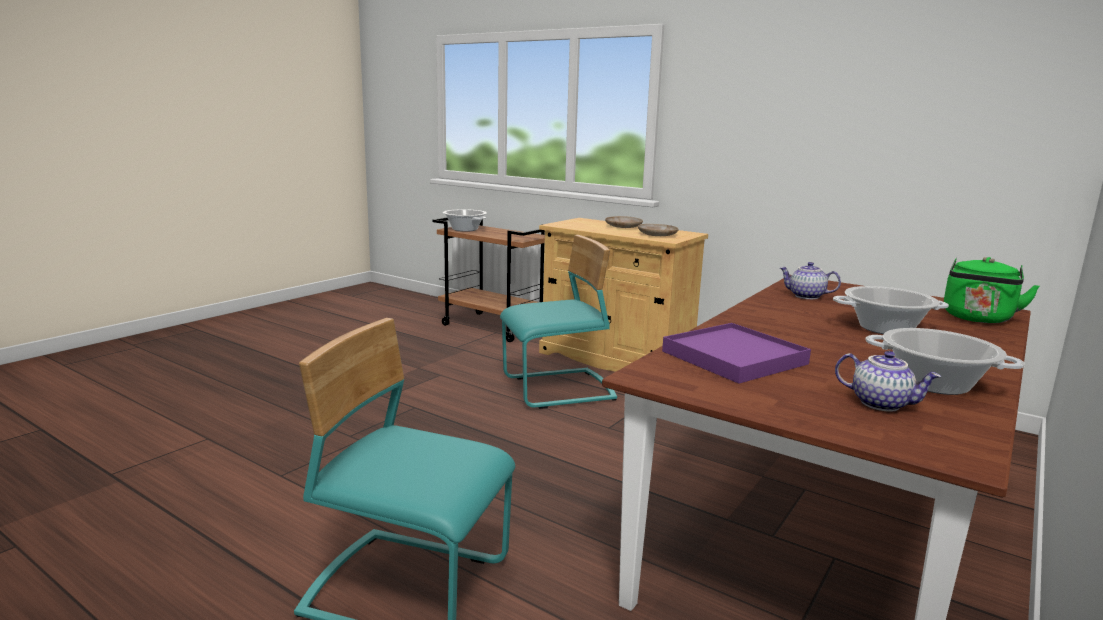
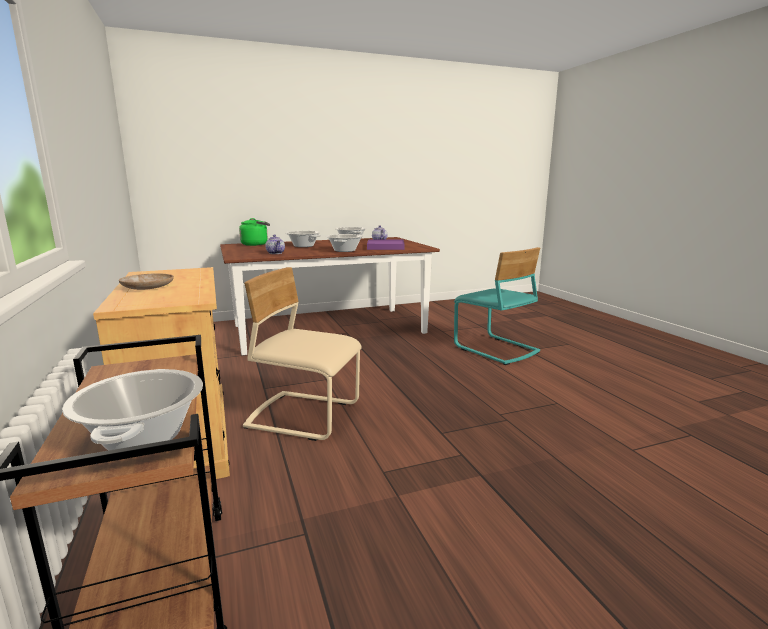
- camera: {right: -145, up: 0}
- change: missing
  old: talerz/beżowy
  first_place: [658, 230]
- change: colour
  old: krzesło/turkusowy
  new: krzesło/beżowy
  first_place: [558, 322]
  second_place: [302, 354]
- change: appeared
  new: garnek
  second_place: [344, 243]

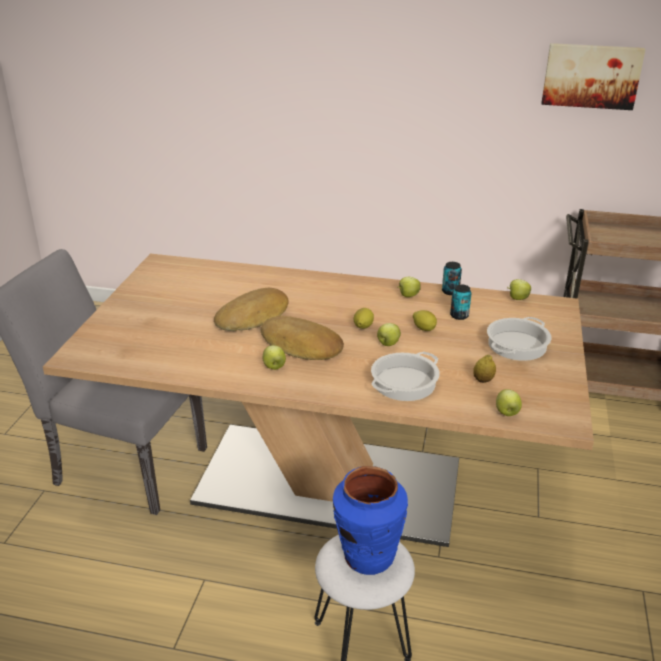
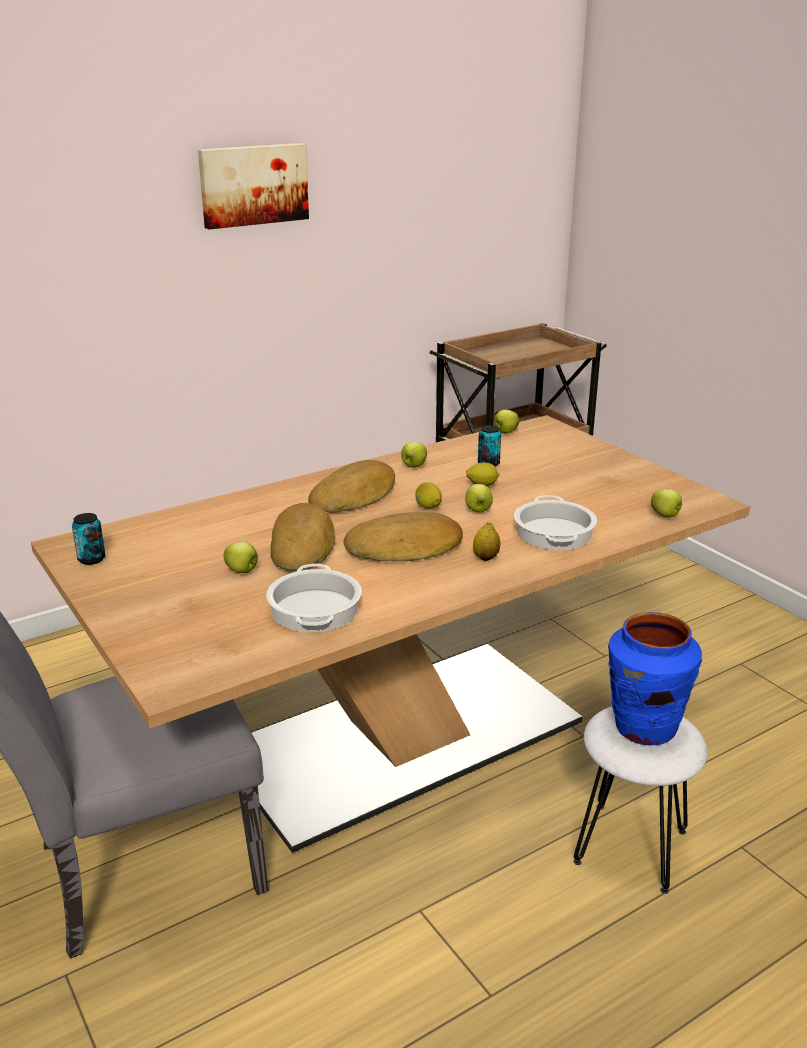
- camera: {right: -45, up: -5}
- change: relocated
  old: obraz
  first_place: [593, 76]
  second_place: [253, 186]
- change: relocated
  old: puszka
  first_place: [452, 278]
  second_place: [88, 539]
- change: relocated
  old: garnek
  first_place: [519, 339]
  second_place: [314, 598]
- change: relocated
  old: jabłko
  first_place: [274, 357]
  second_place: [240, 557]
- change: relocated
  old: cytryna
  first_place: [484, 369]
  second_place: [486, 541]
- change: appeared
  new: chleb
  second_place: [351, 486]

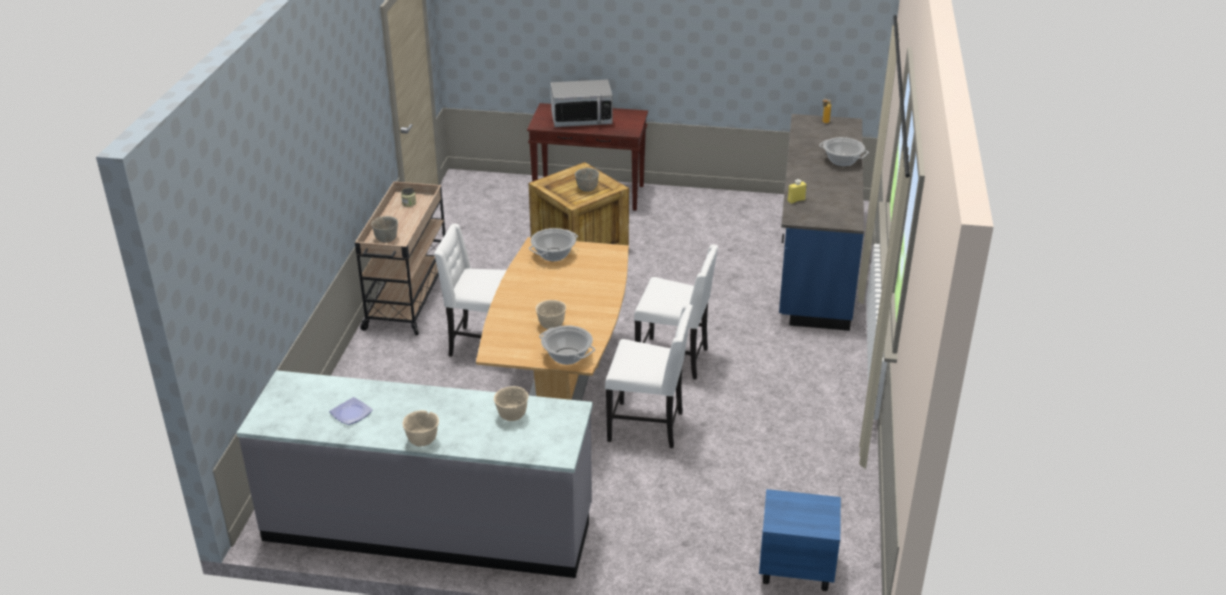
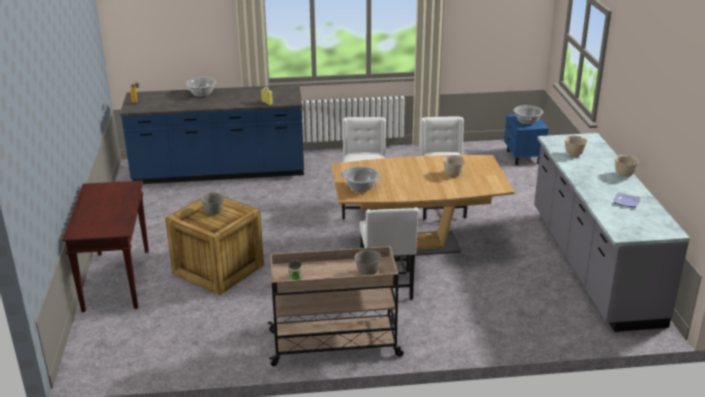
- camera: {right: -105, up: -5}
- change: missing
  old: mikrofalówka
  first_place: [582, 103]
- change: relocated
  old: garnek
  first_place: [567, 345]
  second_place: [528, 115]

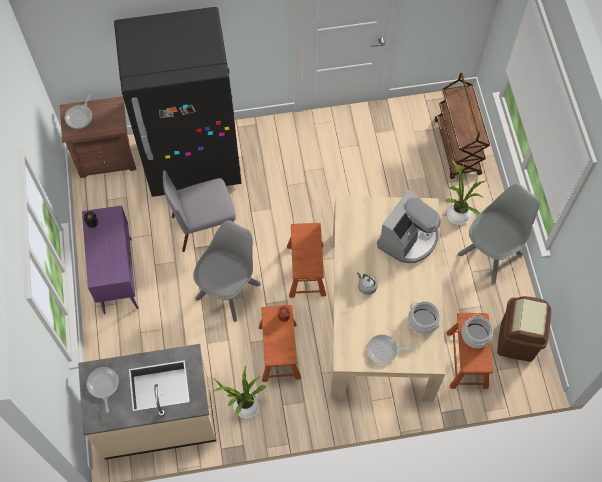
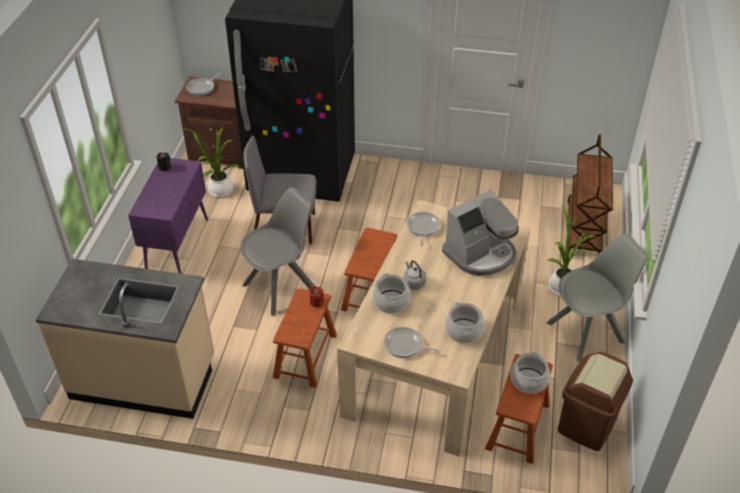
- camera: {right: 20, up: -20}
- change: relocated
  old: roślina doniczkowa
  first_place: [239, 392]
  second_place: [213, 162]
- change: relocated
  old: patelnia
  first_place: [103, 390]
  second_place: [423, 229]
- change: appeared
  new: garnek
  second_place: [391, 293]

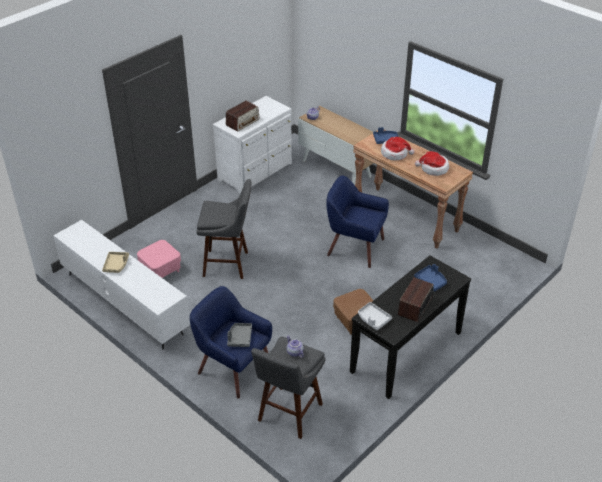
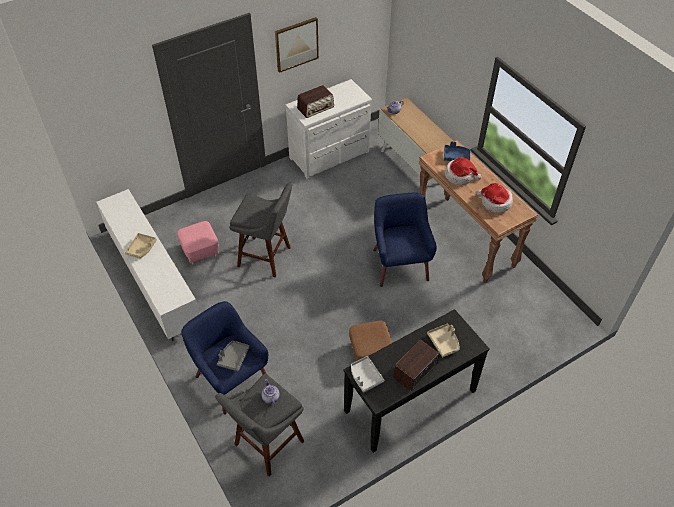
- camera: {right: 15, up: 10}
- change: spun
  old: fotel/niebieski
  first_place: [357, 221]
  second_place: [405, 240]
  degrees: 45
- change: colour
  old: taca/niebieski
  new: taca/beżowy
  first_place: [430, 277]
  second_place: [443, 340]
- change: appeared
  new: obraz
  second_place: [297, 45]

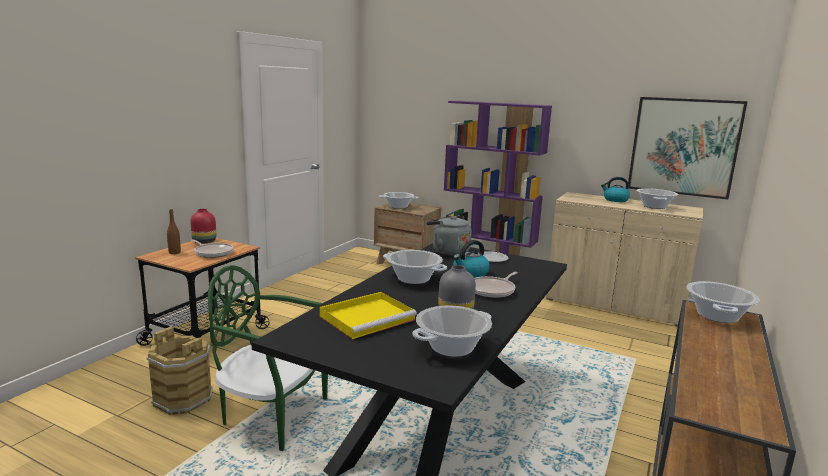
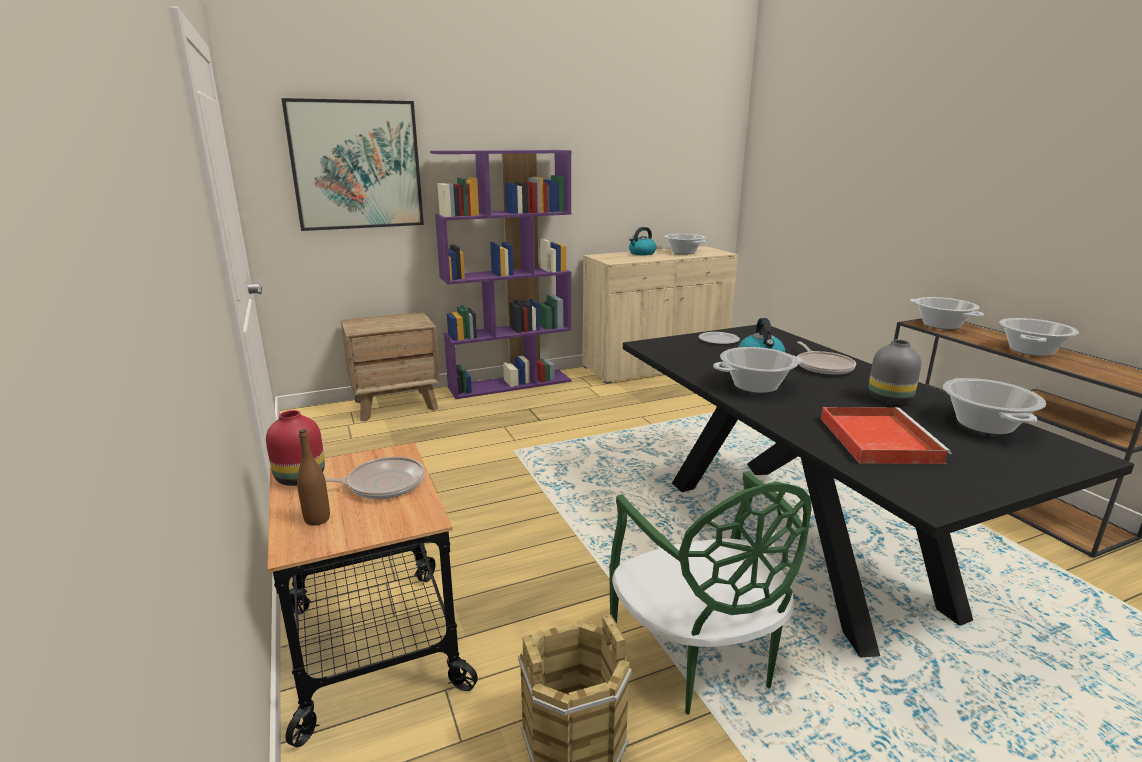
- camera: {right: -50, up: 5}
- change: relocated
  old: obraz
  first_place: [688, 148]
  second_place: [352, 164]
- change: relocated
  old: garnek
  first_place: [399, 200]
  second_place: [1039, 337]
- change: missing
  old: czajnik/szary
  first_place: [449, 236]
- change: spun
  old: krzesło/zielony
  first_place: [268, 358]
  second_place: [710, 593]
  degrees: -75
- change: colour
  old: taca/żółty
  new: taca/czerwony
  first_place: [368, 315]
  second_place: [886, 435]

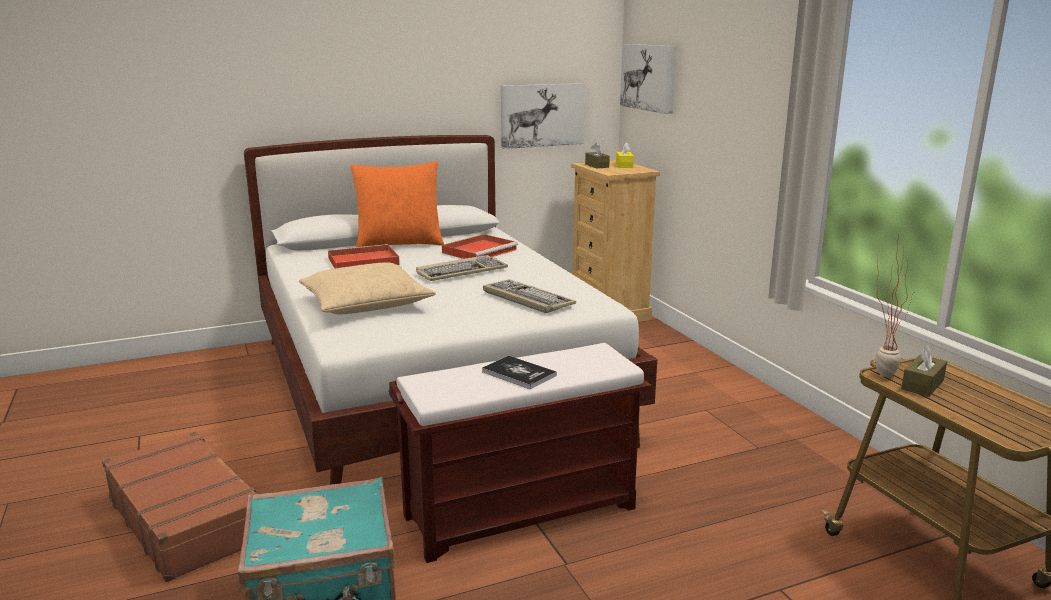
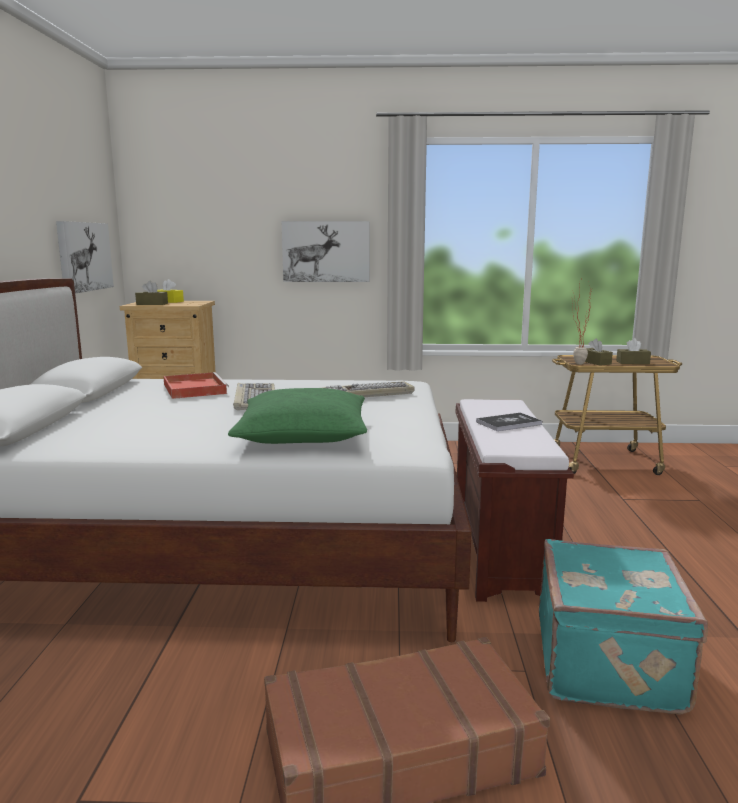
- camera: {right: -65, up: -5}
- change: relocated
  old: obraz
  first_place: [648, 79]
  second_place: [325, 251]
- change: missing
  old: poduszka/pomarańczowy
  first_place: [397, 204]
- change: missing
  old: taca/czerwony
  first_place: [364, 256]
- change: colour
  old: poduszka/beżowy
  new: poduszka/zielony
  first_place: [367, 288]
  second_place: [297, 416]
- change: appeared
  new: pudełko chusteczek/brązowy
  second_place: [633, 351]

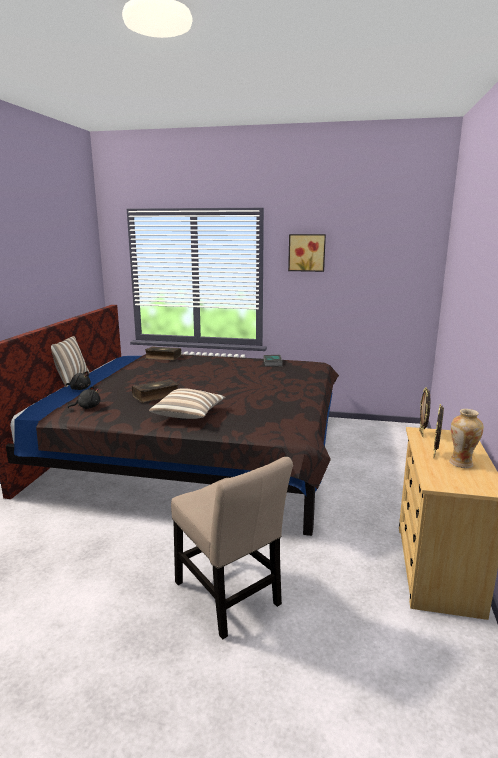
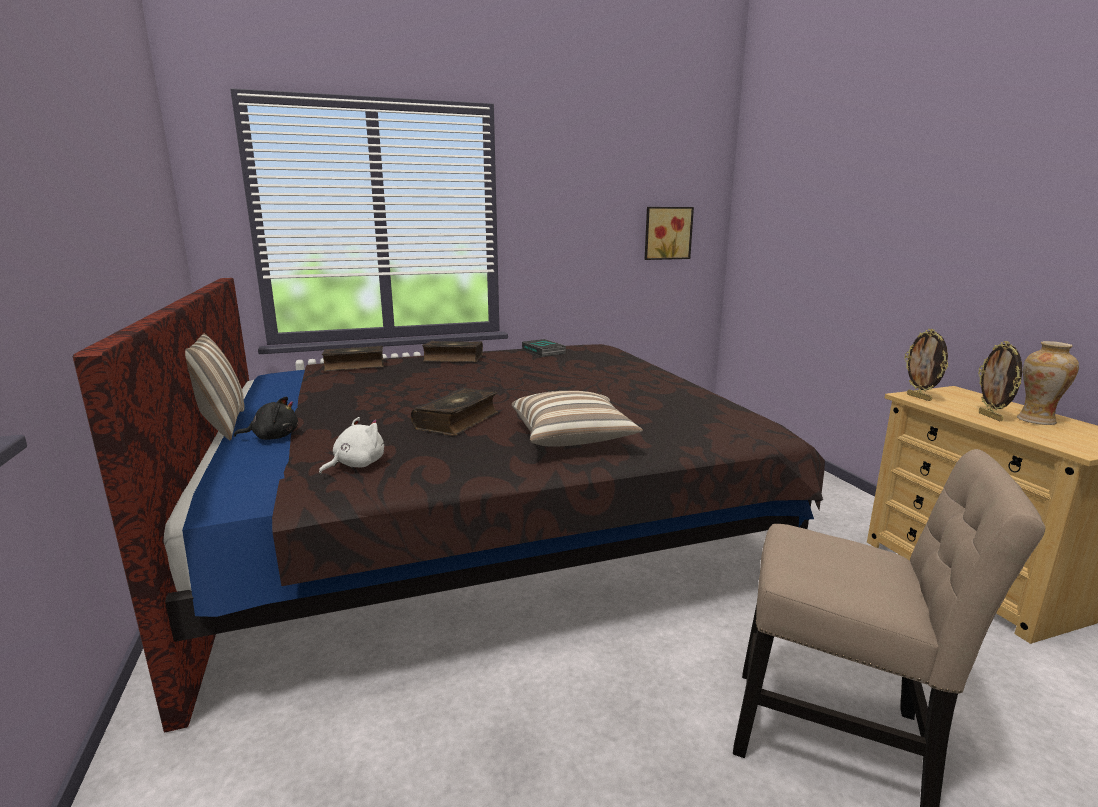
- camera: {right: -30, up: 0}
- change: relocated
  old: obraz
  first_place: [307, 253]
  second_place: [669, 233]
- change: colour
  old: pluszak/czarny
  new: pluszak/biały
  first_place: [84, 397]
  second_place: [351, 446]
- change: appeared
  new: książka
  second_place: [452, 351]

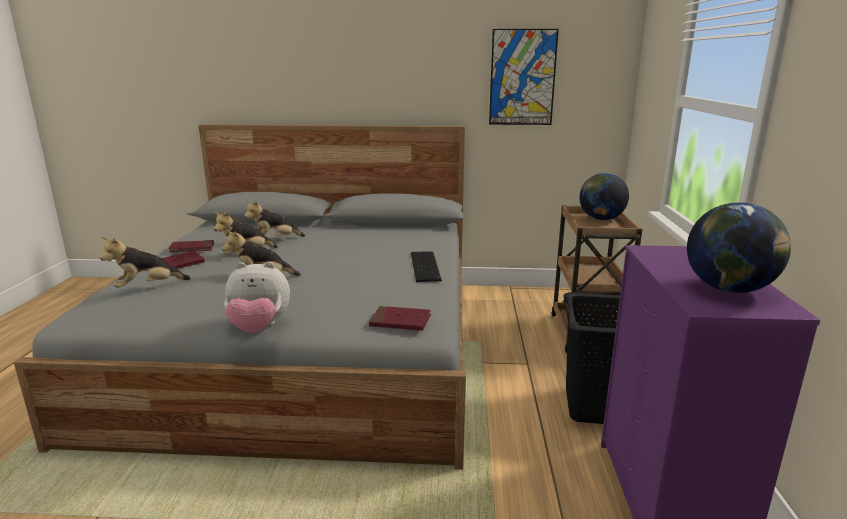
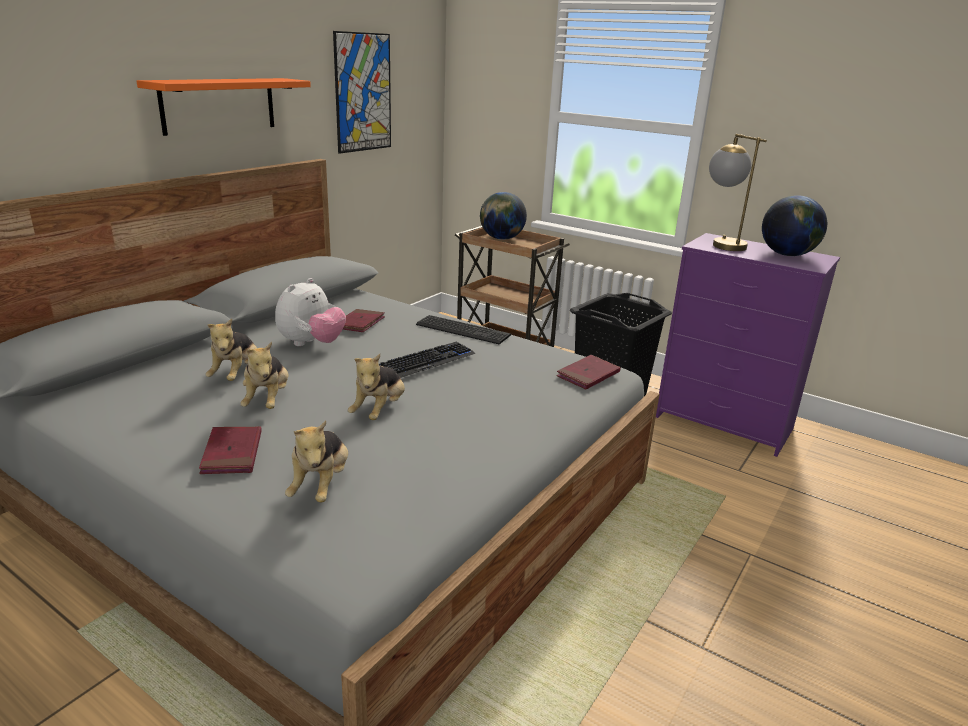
- camera: {right: -60, up: 5}
- change: relocated
  old: książka/czerwony
  first_place: [191, 246]
  second_place: [364, 320]
- change: relocated
  old: pluszak
  first_place: [257, 297]
  second_place: [310, 312]
- change: appeared
  new: półka/pomarańczowy
  second_place: [224, 107]
- change: appeared
  new: lampa stołowa
  second_place: [738, 192]
- change: appeared
  new: klawiatura
  second_place: [427, 360]

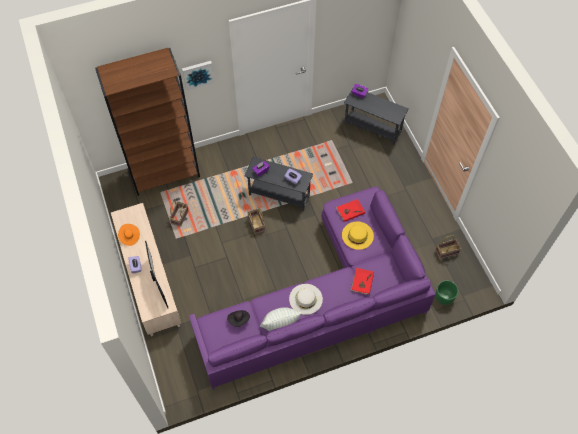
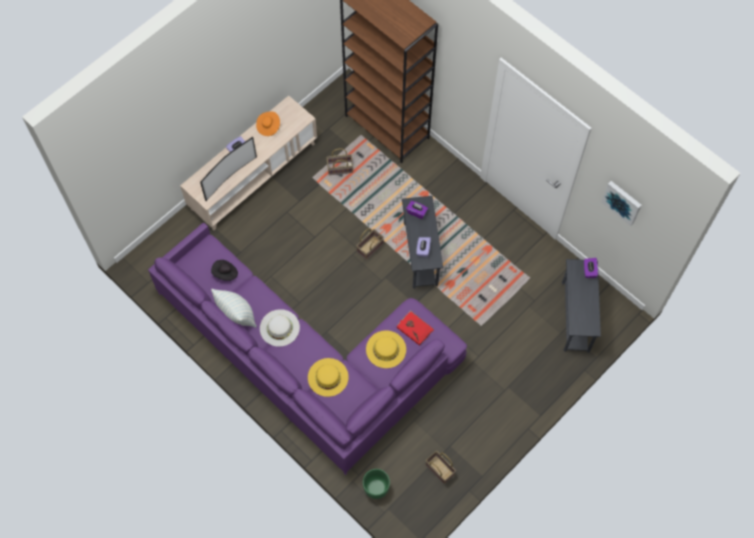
- camera: {right: 65, up: 5}
- change: relocated
  old: obraz
  first_place: [198, 76]
  second_place: [621, 203]
- change: exchanged
  old: książka/czerwony
  new: kapelusz/żółty
  first_place: [362, 281]
  second_place: [328, 377]

